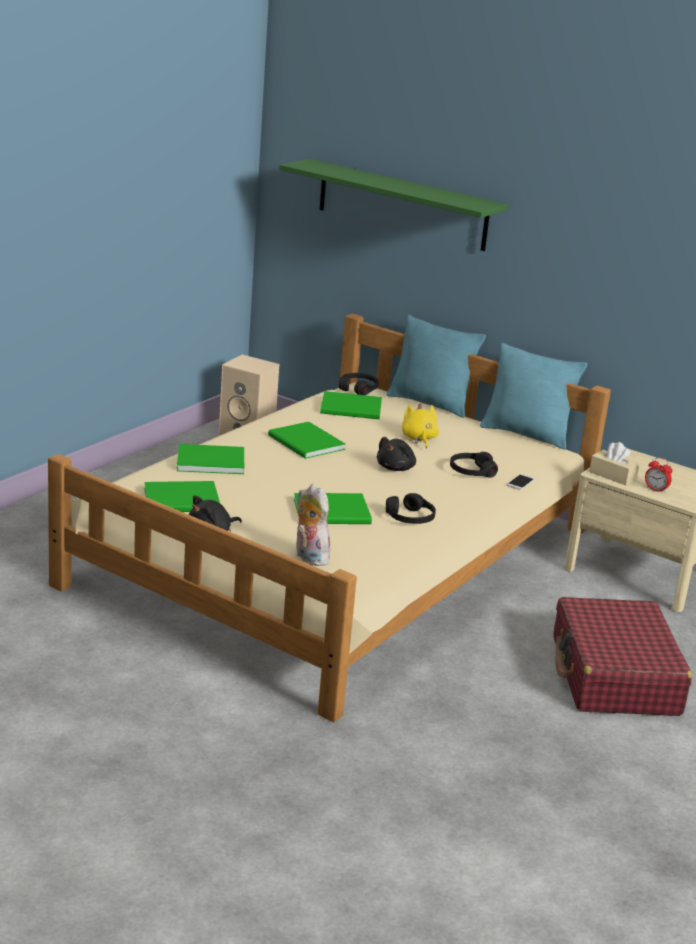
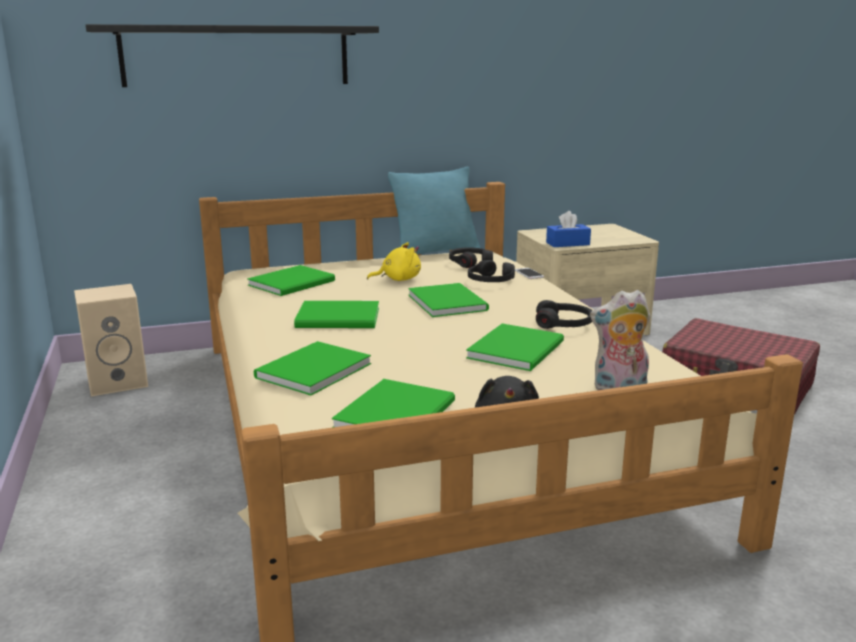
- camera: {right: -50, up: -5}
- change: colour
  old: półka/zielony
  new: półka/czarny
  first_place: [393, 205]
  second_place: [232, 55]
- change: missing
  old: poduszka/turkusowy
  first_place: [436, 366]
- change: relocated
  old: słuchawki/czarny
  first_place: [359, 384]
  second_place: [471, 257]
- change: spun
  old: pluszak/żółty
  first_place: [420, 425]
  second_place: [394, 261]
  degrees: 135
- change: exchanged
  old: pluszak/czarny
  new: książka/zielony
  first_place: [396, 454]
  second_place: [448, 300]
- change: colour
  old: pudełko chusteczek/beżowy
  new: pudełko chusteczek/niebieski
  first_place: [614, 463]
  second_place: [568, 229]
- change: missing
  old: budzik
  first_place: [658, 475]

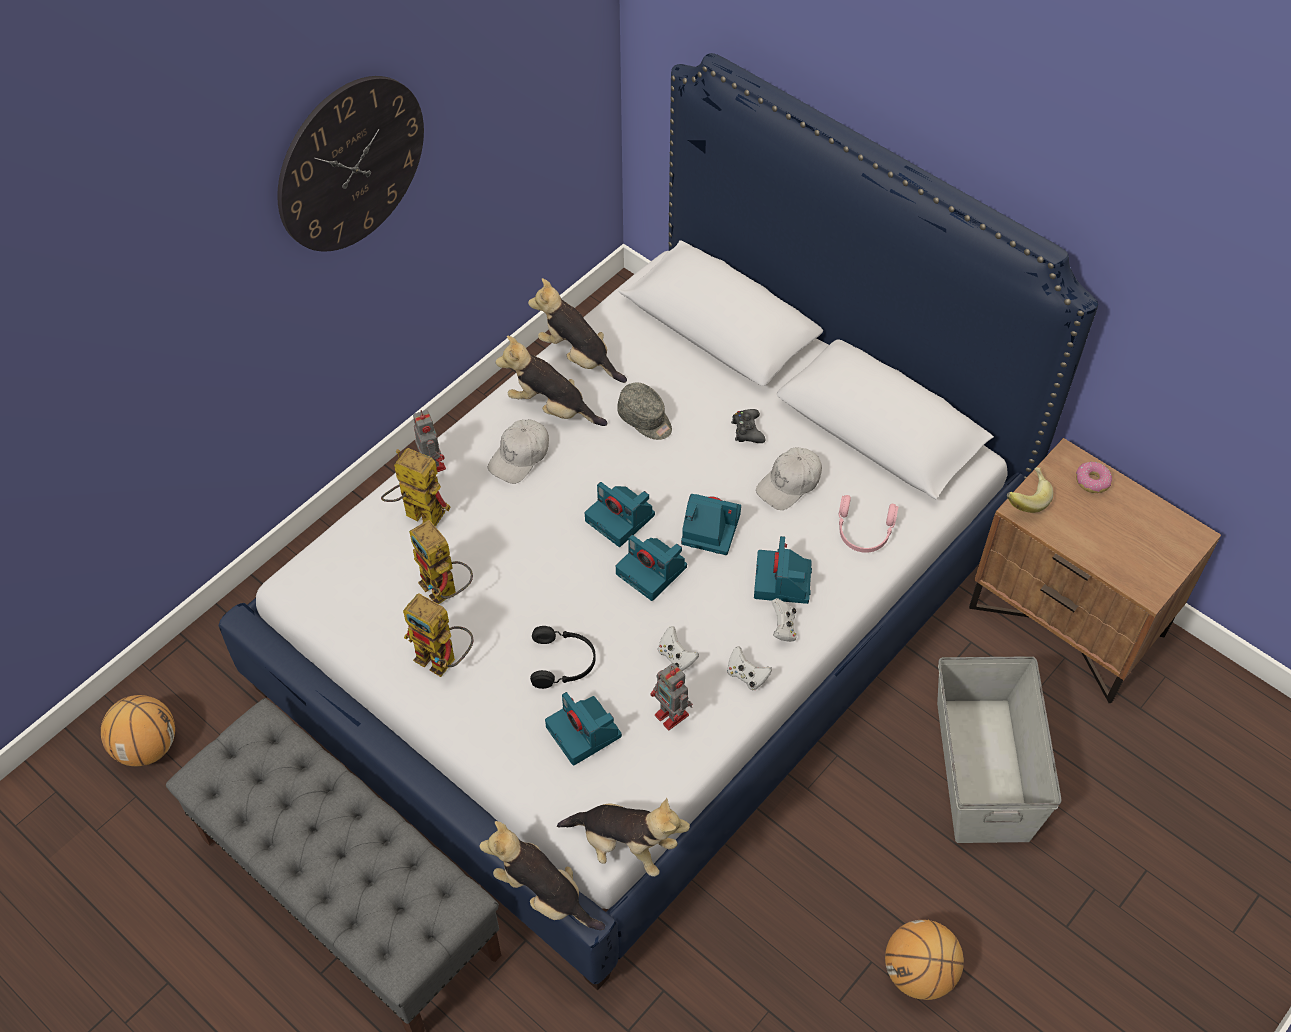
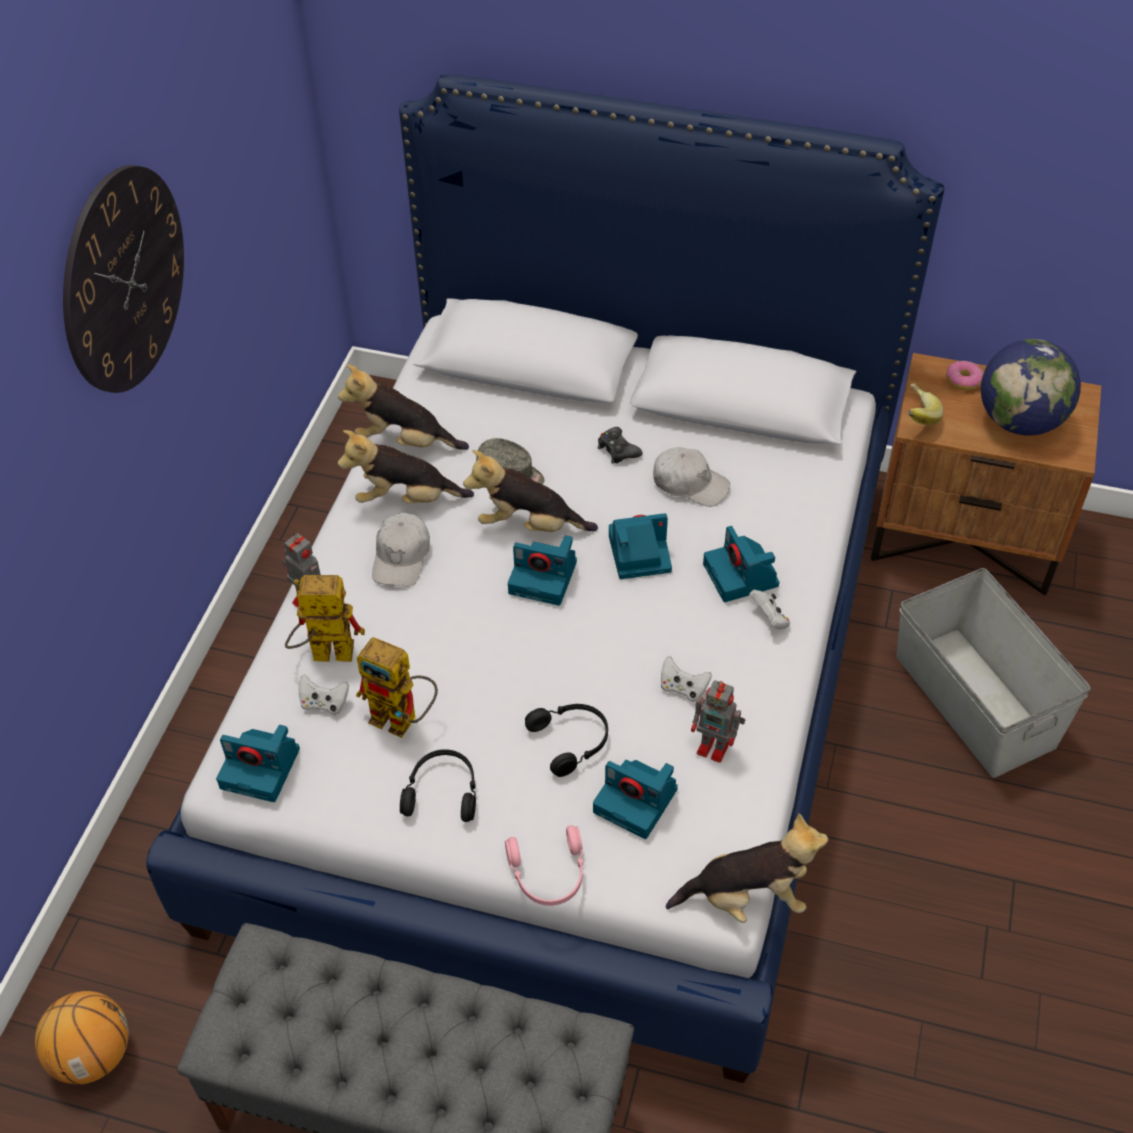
- camera: {right: -25, up: -5}
- change: spun
  old: czapka z daszkiem/biały
  first_place: [789, 478]
  second_place: [691, 477]
  degrees: -90
- change: relocated
  old: słuchawki/różowy
  first_place: [868, 524]
  second_place: [544, 865]
- change: relocated
  old: aparat fotograficzny
  first_place: [651, 568]
  second_place: [258, 763]
- change: exchanged
  old: robot zabawkowy
  new: słuchawki/czarny
  first_place: [438, 635]
  second_place: [438, 785]
- change: relocated
  old: pad do gier/biały
  first_place: [749, 668]
  second_place: [324, 695]
- change: relocated
  old: pluszak
  first_place: [542, 875]
  second_place: [530, 491]
- change: missing
  old: piłka do koszykówki
  first_place: [924, 960]
- change: appeared
  new: globus
  second_place: [1031, 387]

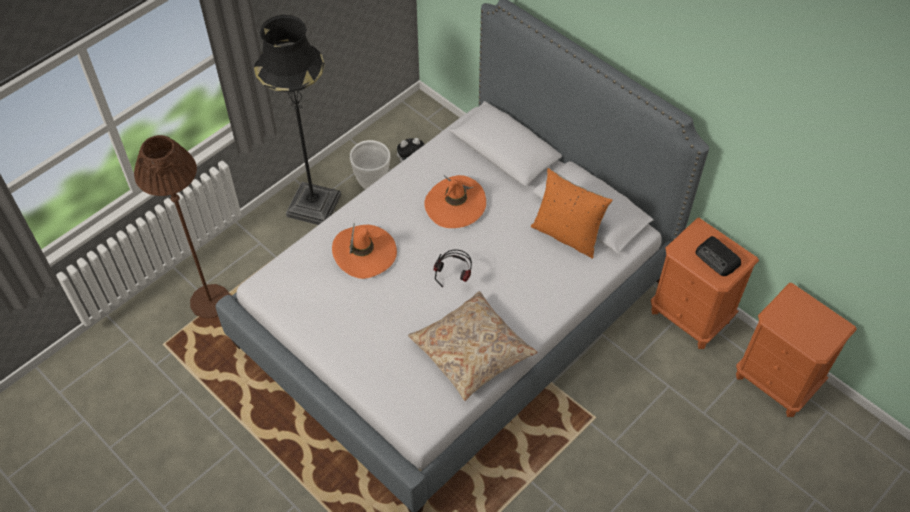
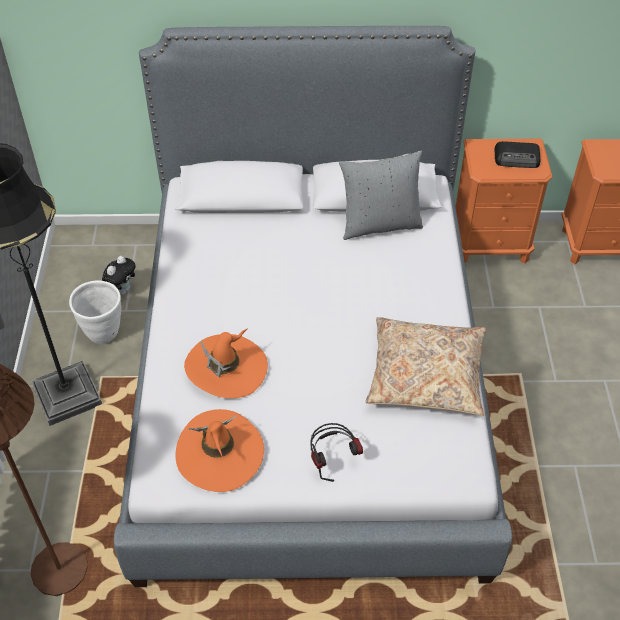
- camera: {right: -45, up: -5}
- change: colour
  old: poduszka/pomarańczowy
  new: poduszka/szary
  first_place: [572, 213]
  second_place: [381, 195]
- change: relocated
  old: kapelusz/pomarańczowy
  first_place: [455, 201]
  second_place: [220, 450]
- change: relocated
  old: słuchawki
  first_place: [453, 268]
  second_place: [336, 452]

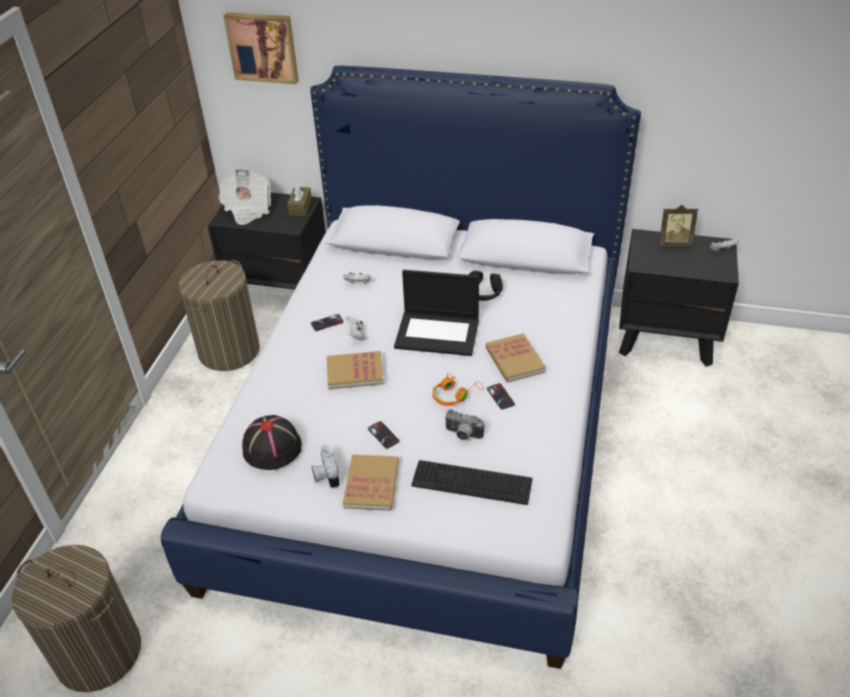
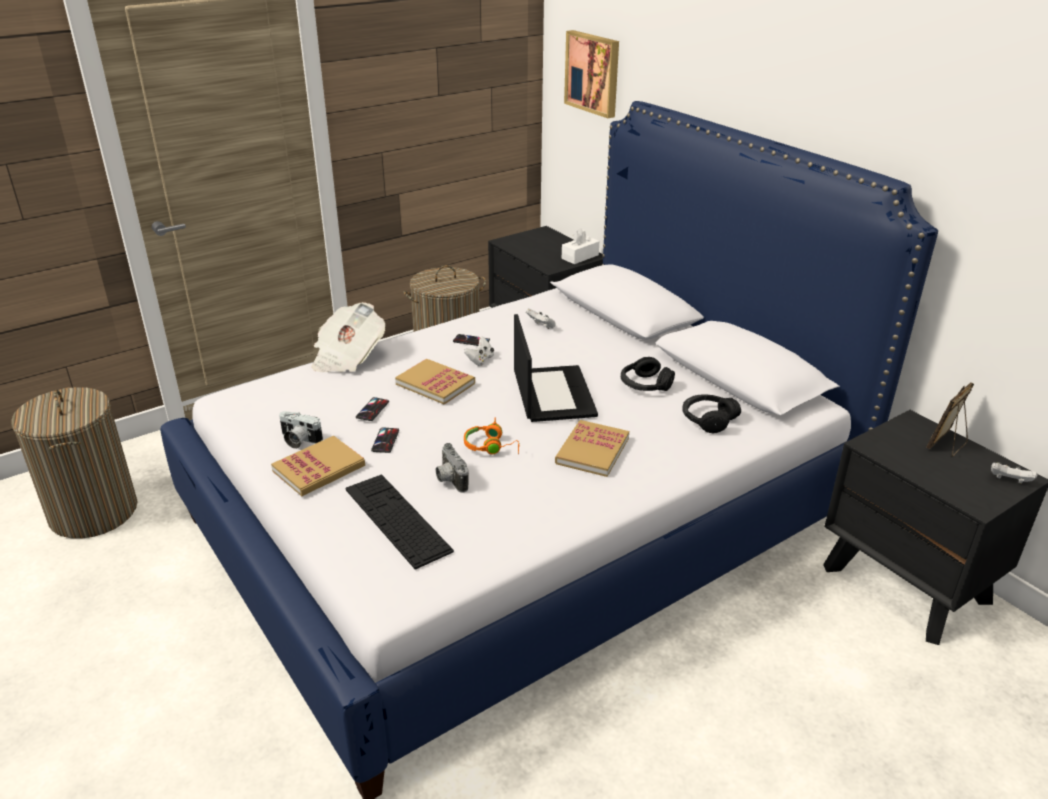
- camera: {right: 40, up: -10}
- change: relocated
  old: gazeta
  first_place: [244, 196]
  second_place: [348, 337]
- change: colour
  old: pudełko chusteczek/brązowy
  new: pudełko chusteczek/biały
  first_place: [299, 199]
  second_place: [580, 246]
- change: spun
  old: ramka na zdjęcie
  first_place: [678, 226]
  second_place: [950, 419]
  degrees: 90
- change: spun
  old: laptop
  first_place: [436, 313]
  second_place: [556, 368]
  degrees: -150
- change: relocated
  old: telefon
  first_place: [501, 396]
  second_place: [372, 409]
- change: missing
  old: kapelusz/czarny
  first_place: [272, 442]
- change: spun
  old: aparat fotograficzny
  first_place: [326, 466]
  second_place: [301, 430]
  degrees: -90
- change: appeared
  new: słuchawki/czarny
  second_place: [711, 413]

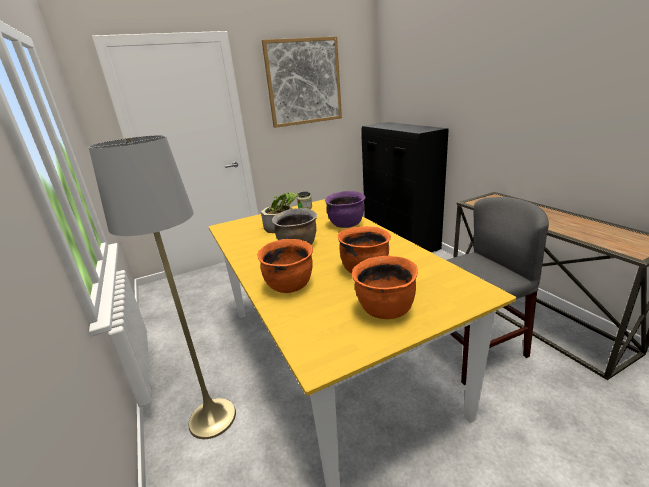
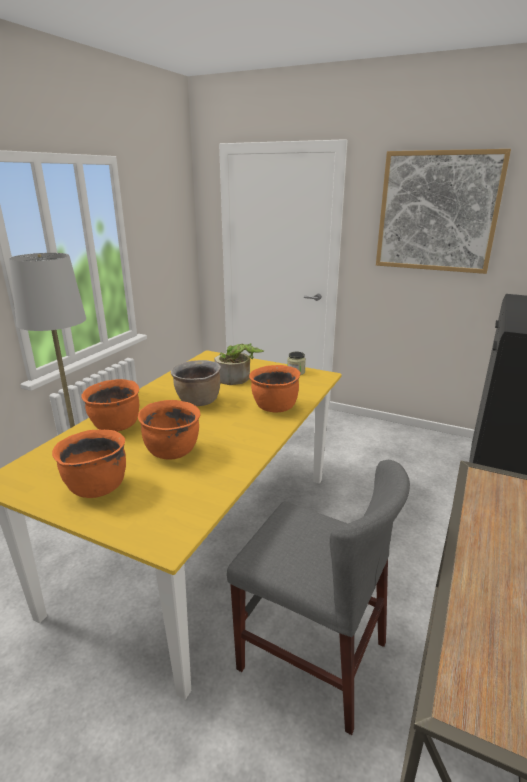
- camera: {right: 50, up: 0}
- change: colour
  old: garnek/fioletowy
  new: garnek/pomarańczowy
  first_place: [345, 209]
  second_place: [275, 389]

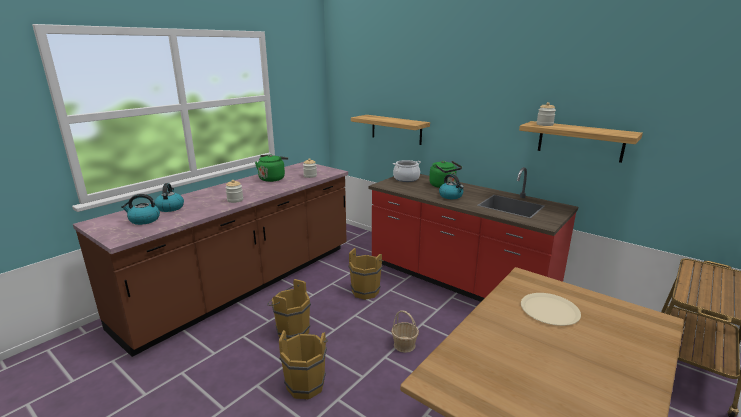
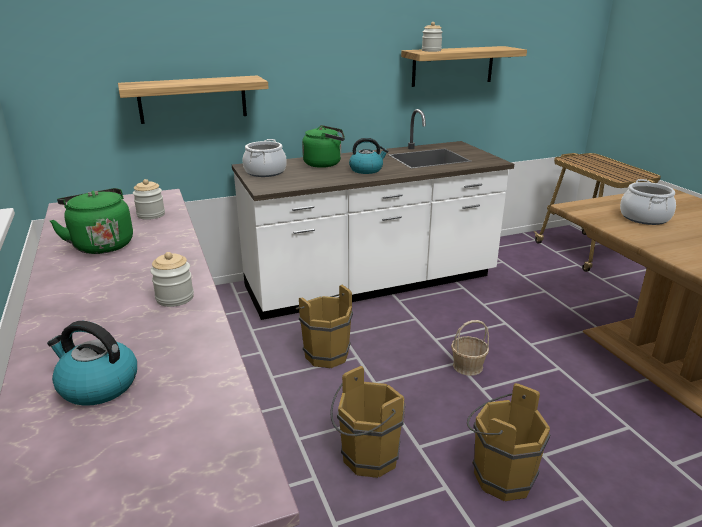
- camera: {right: -60, up: 5}
- change: colour
  old: zabudowa kuchenna/czerwony
  new: zabudowa kuchenna/biały
  first_place: [473, 234]
  second_place: [373, 214]
- change: missing
  old: czajnik
  first_place: [140, 209]
- change: exchanged
  old: talerz/beżowy
  new: garnek
  first_place: [551, 309]
  second_place: [648, 202]

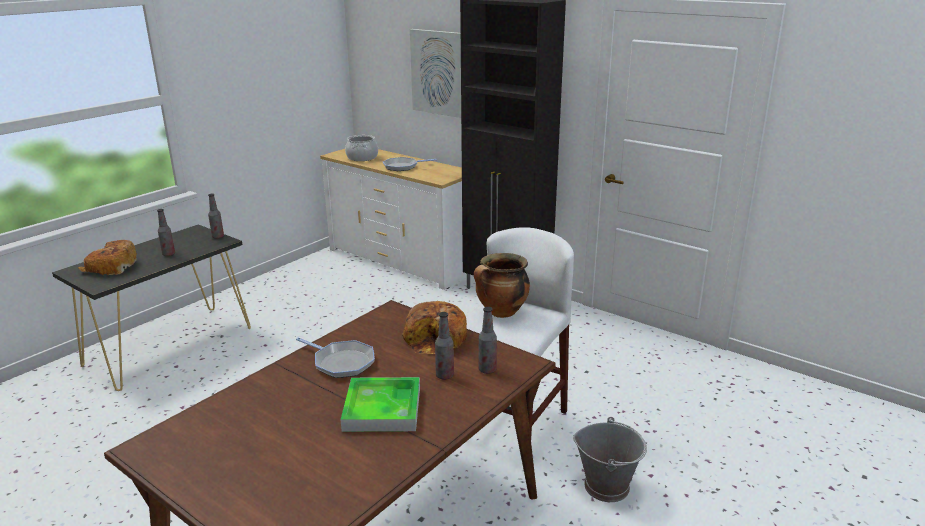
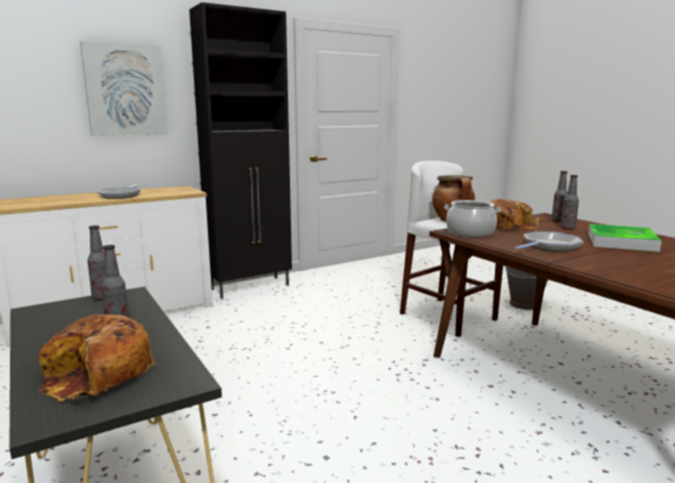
- camera: {right: -70, up: -10}
- change: relocated
  old: garnek
  first_place: [361, 148]
  second_place: [472, 218]

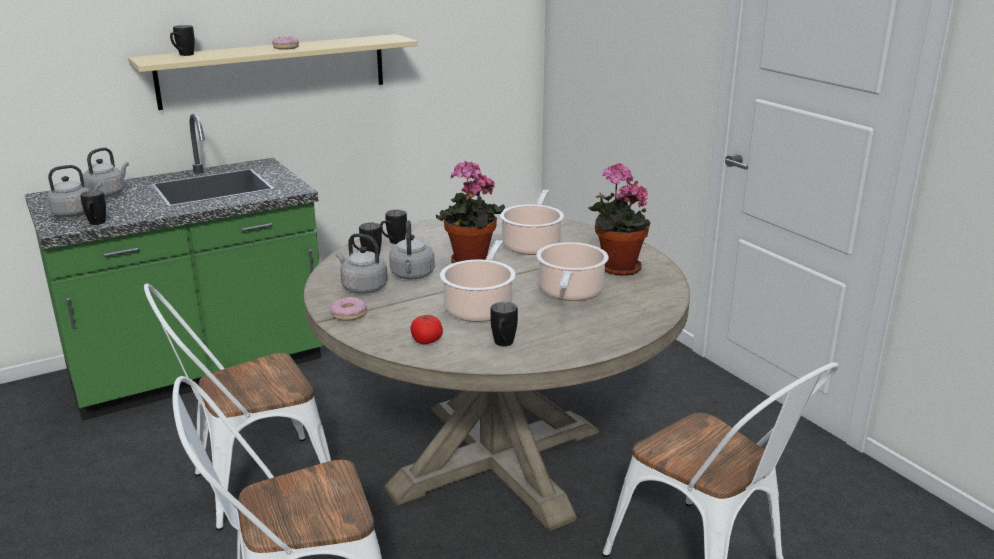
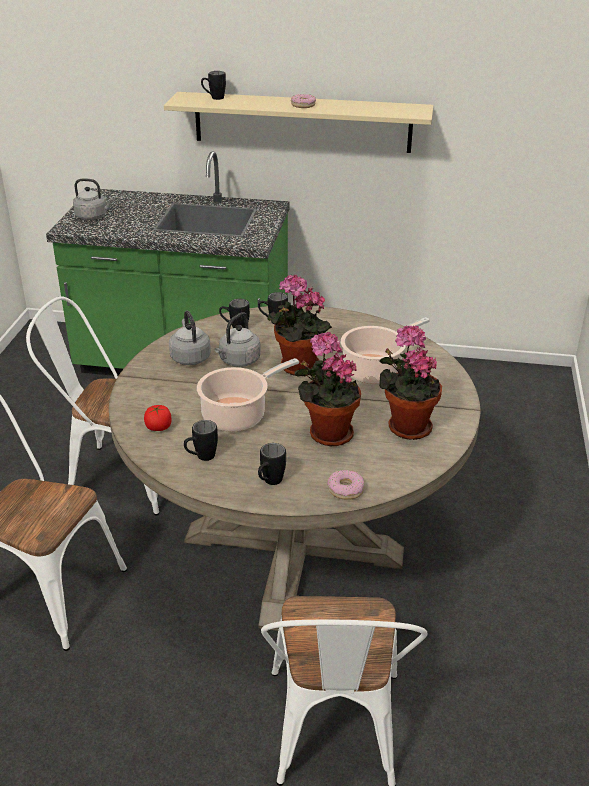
- camera: {right: 40, up: 10}
- change: missing
  old: czajnik/szary
  first_place: [106, 172]
- change: relocated
  old: kubek/czarny
  first_place: [93, 207]
  second_place: [272, 464]
- change: exchanged
  old: garnek
  new: roślina doniczkowa
  first_place: [572, 271]
  second_place: [328, 389]
- change: relocated
  old: donut
  first_place: [348, 309]
  second_place: [345, 485]

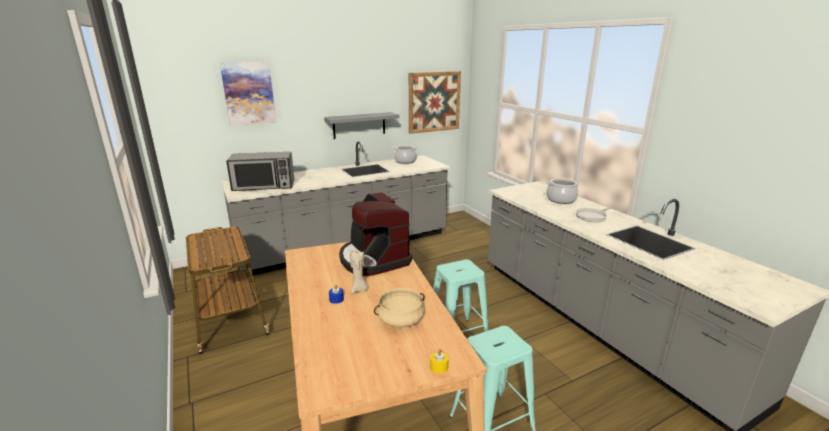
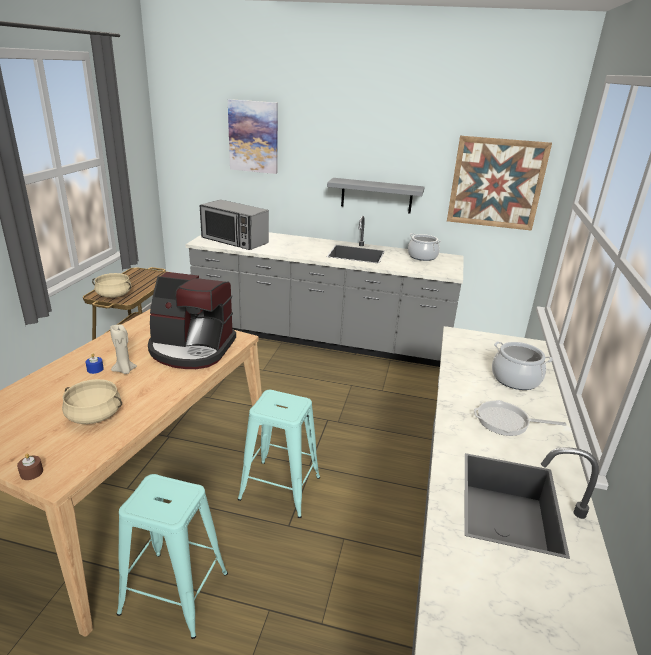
- camera: {right: 40, up: 5}
- change: spun
  old: ekspres do kawy
  first_place: [375, 234]
  second_place: [192, 320]
  degrees: -90
- change: colour
  old: świeca/żółty
  new: świeca/brązowy
  first_place: [439, 361]
  second_place: [30, 467]
- change: appeared
  new: garnek/beżowy
  second_place: [111, 285]

